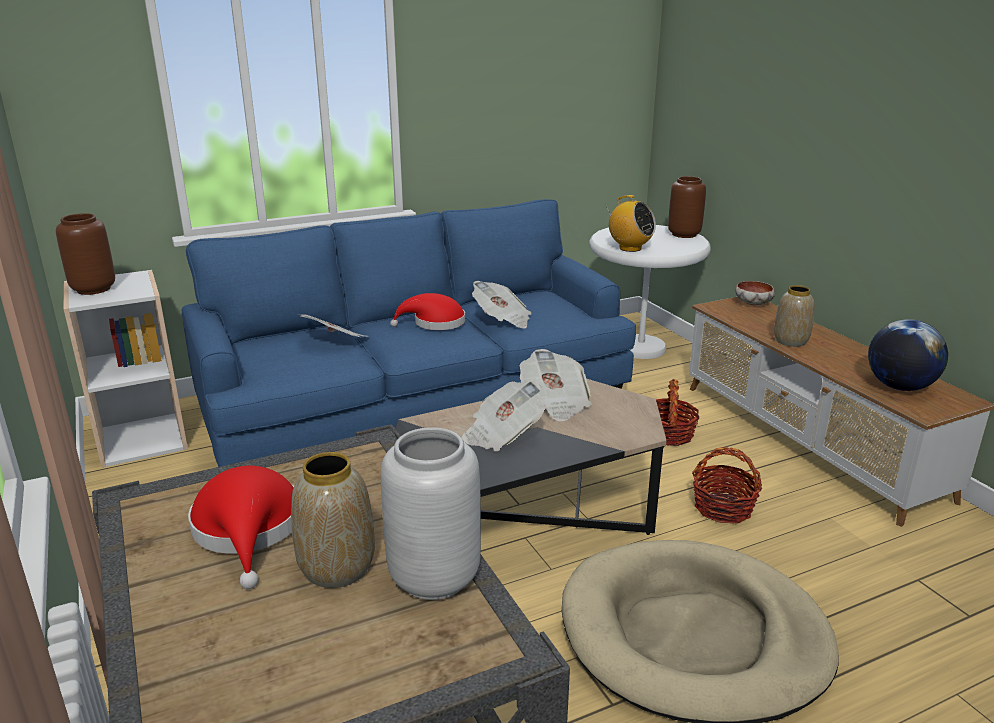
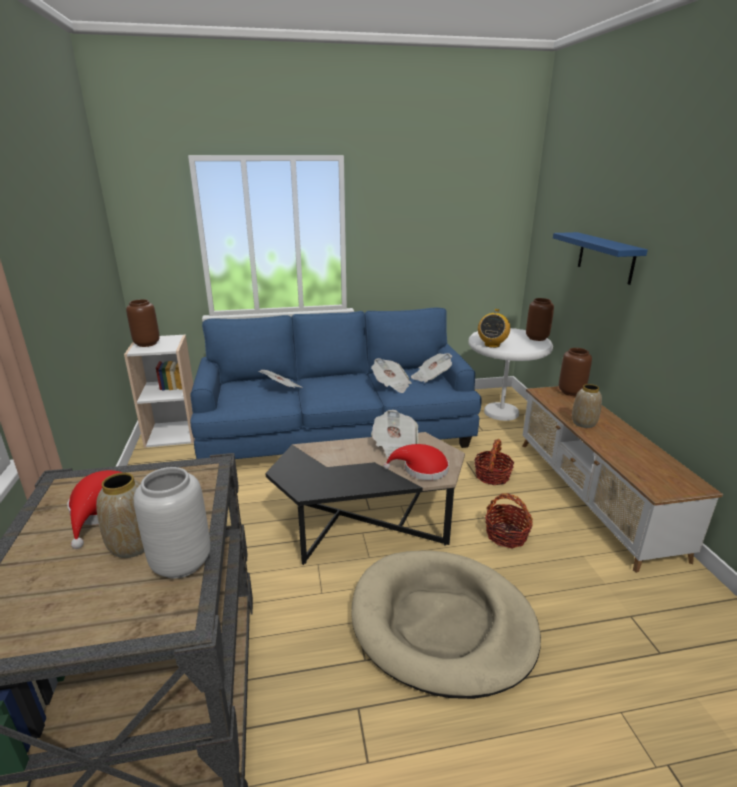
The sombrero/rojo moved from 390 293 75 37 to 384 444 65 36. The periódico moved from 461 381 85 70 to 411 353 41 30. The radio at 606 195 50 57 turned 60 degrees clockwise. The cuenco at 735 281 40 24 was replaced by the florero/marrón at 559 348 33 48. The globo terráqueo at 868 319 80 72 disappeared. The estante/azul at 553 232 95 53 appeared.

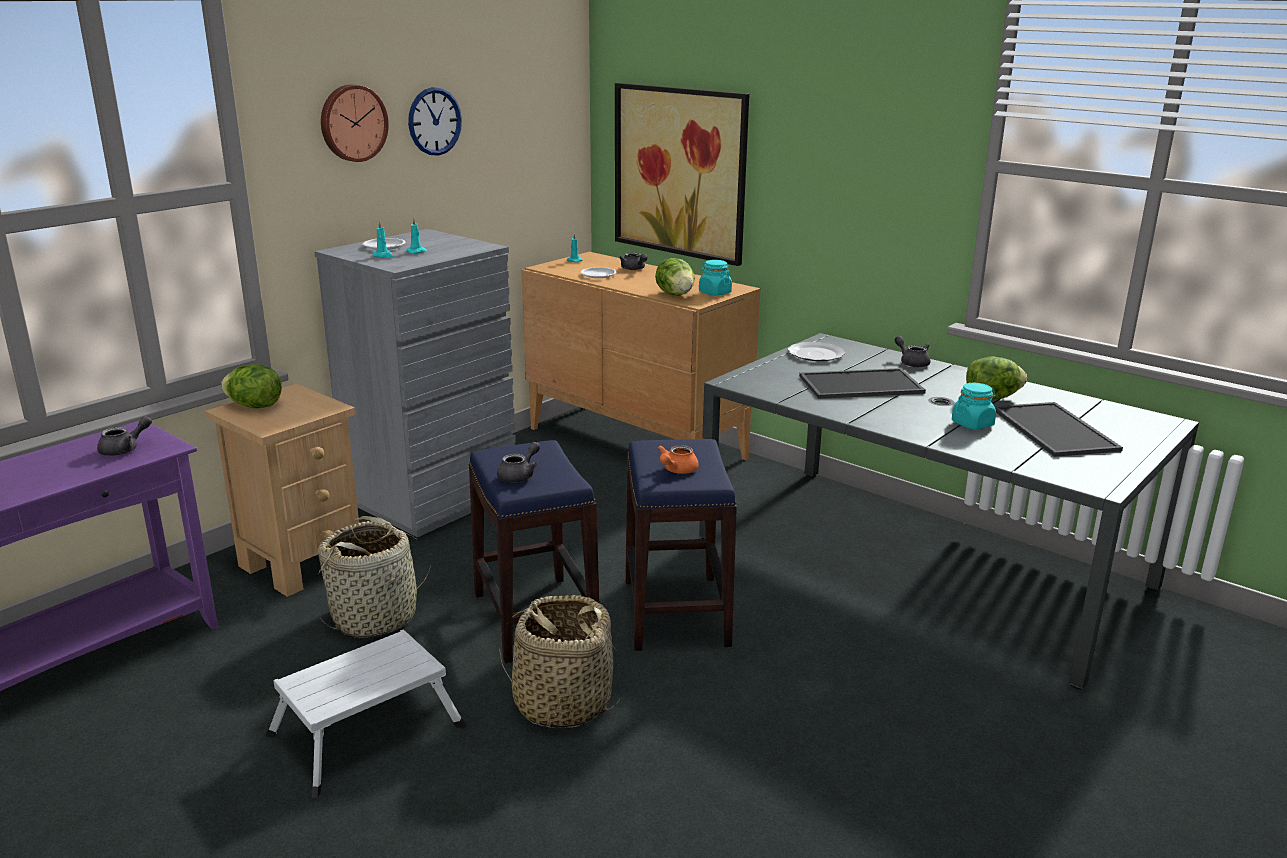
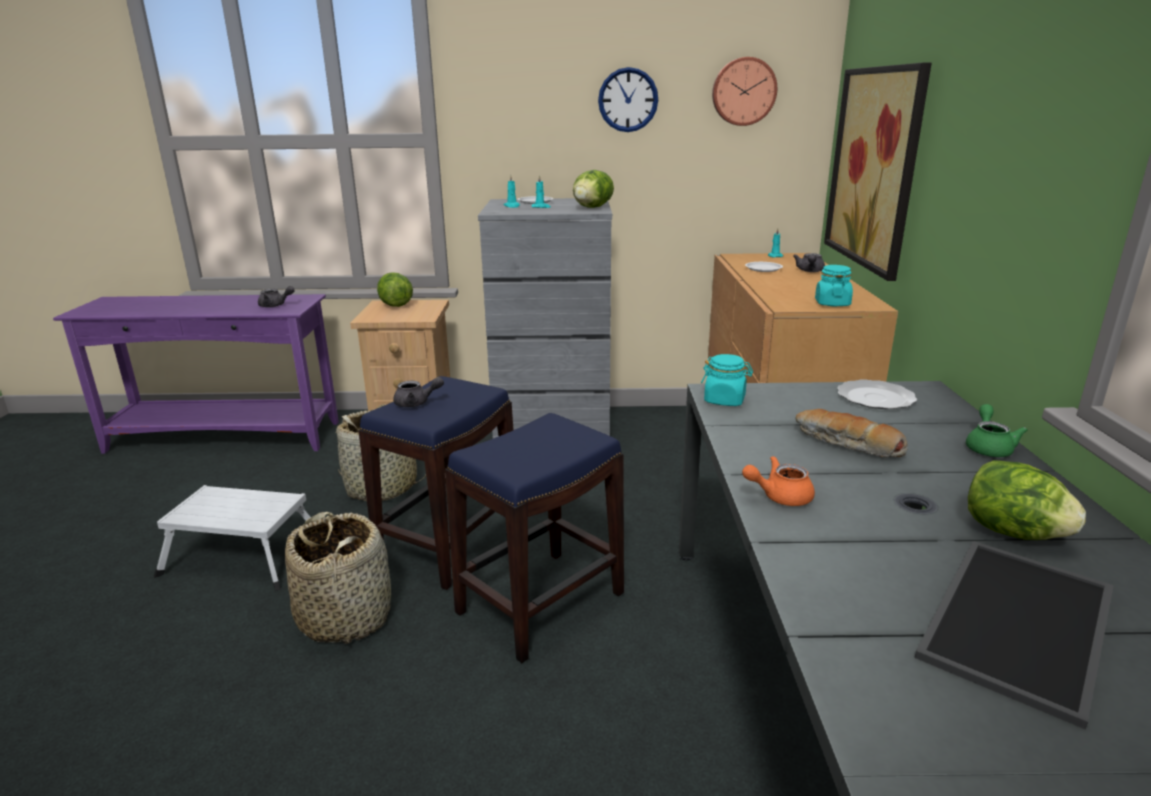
The reloj de pared moved from 321 85 68 77 to 712 57 65 69. The lechuga moved from 655 258 40 38 to 573 170 41 38. The tetera/naranja moved from 658 445 41 29 to 742 456 73 50. The bandeja at 799 368 127 31 was replaced by the pan at 796 409 112 49. The tetera/gris at 895 336 35 31 became the tetera/verde at 966 404 62 53. The tarro/turquesa moved from 952 383 44 47 to 701 354 52 52.

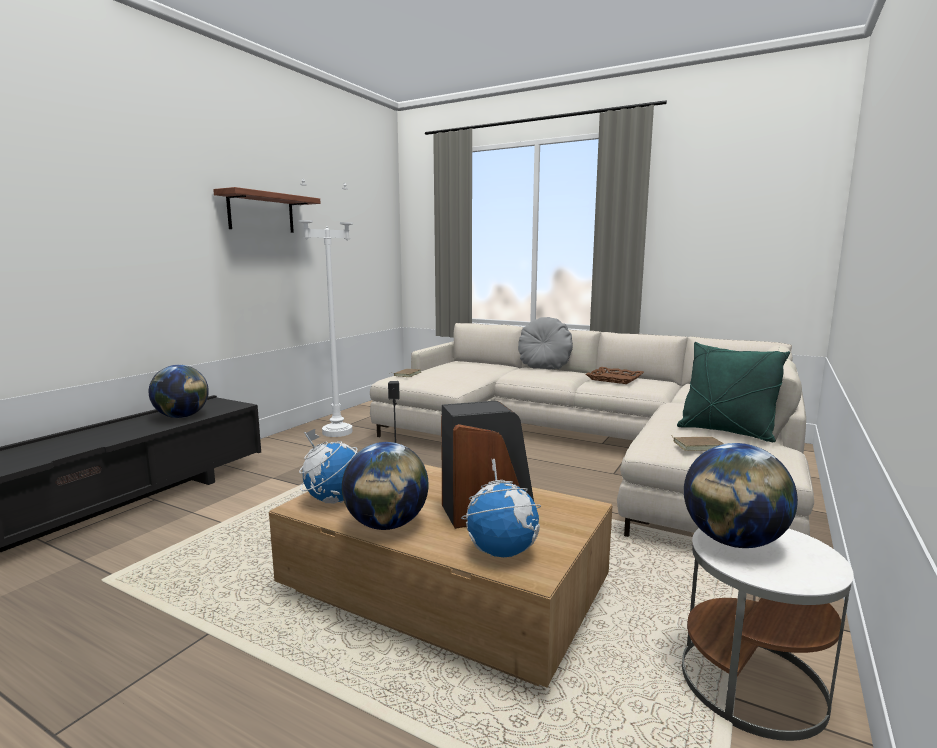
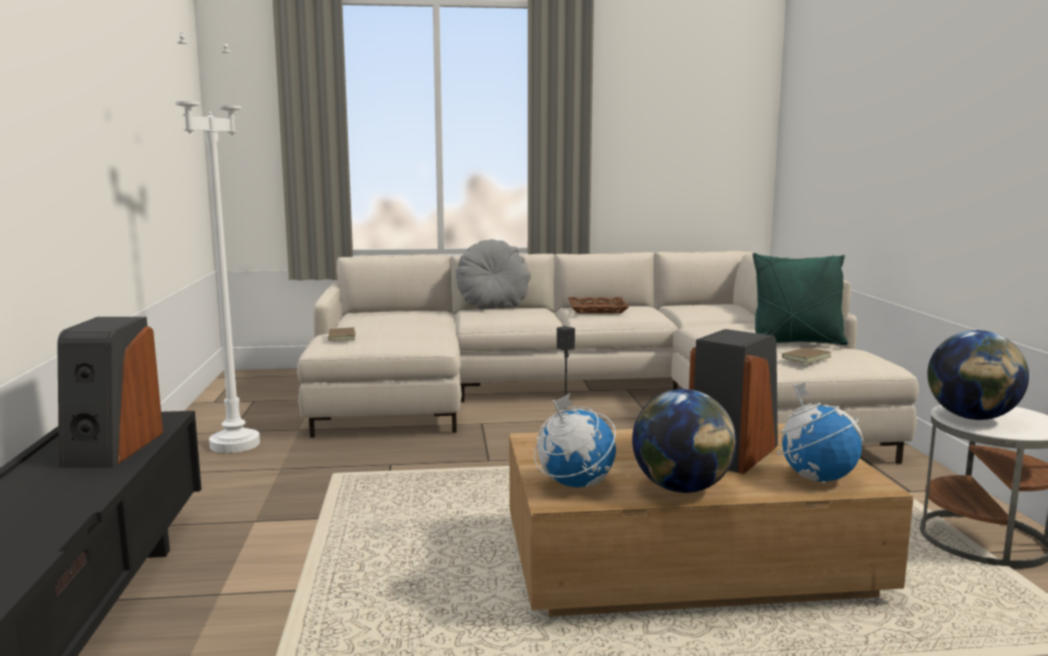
The globo terráqueo at 149 365 60 53 was replaced by the altavoz at 57 317 106 151. The estante at 213 187 108 46 disappeared.

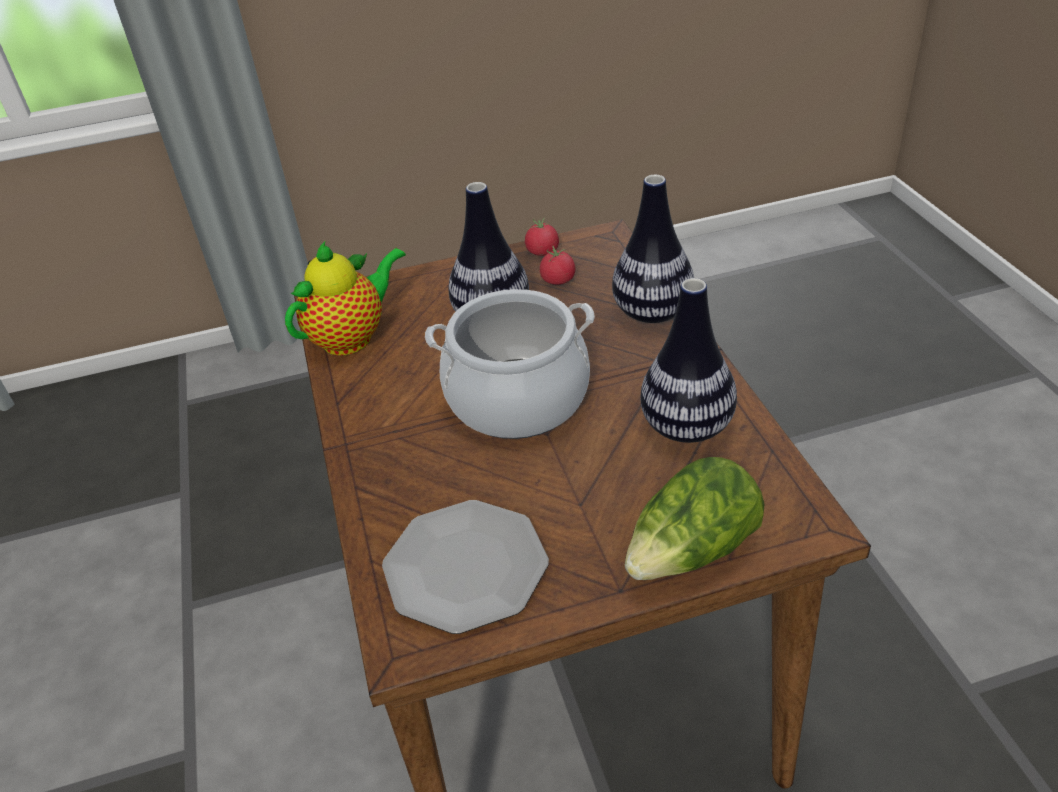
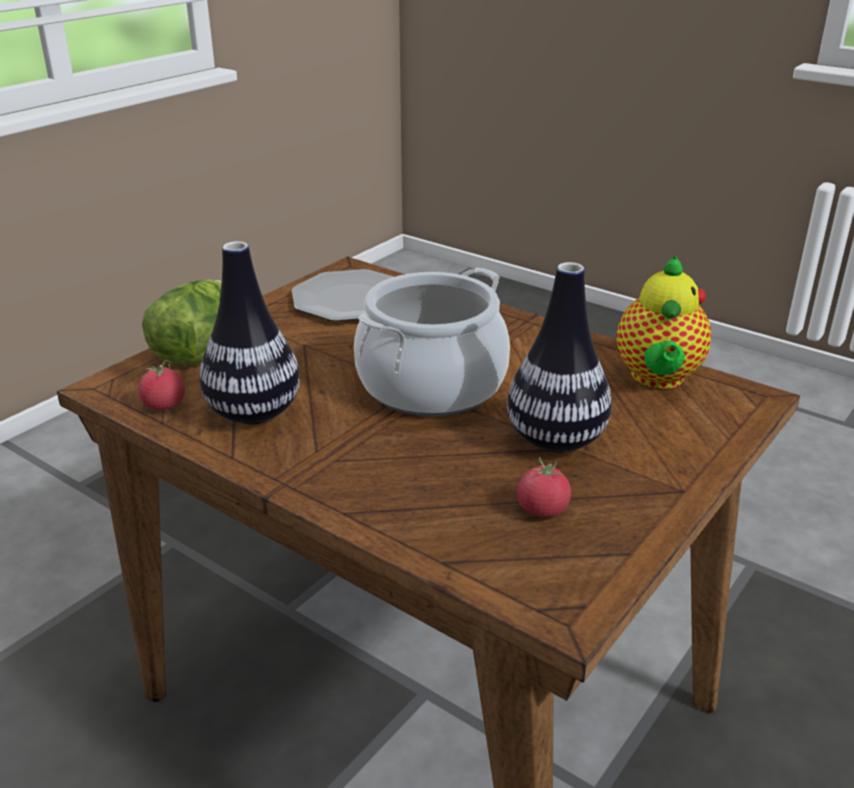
The tomate moved from 525 218 34 38 to 138 360 47 50. The florero at 612 175 82 148 disappeared.

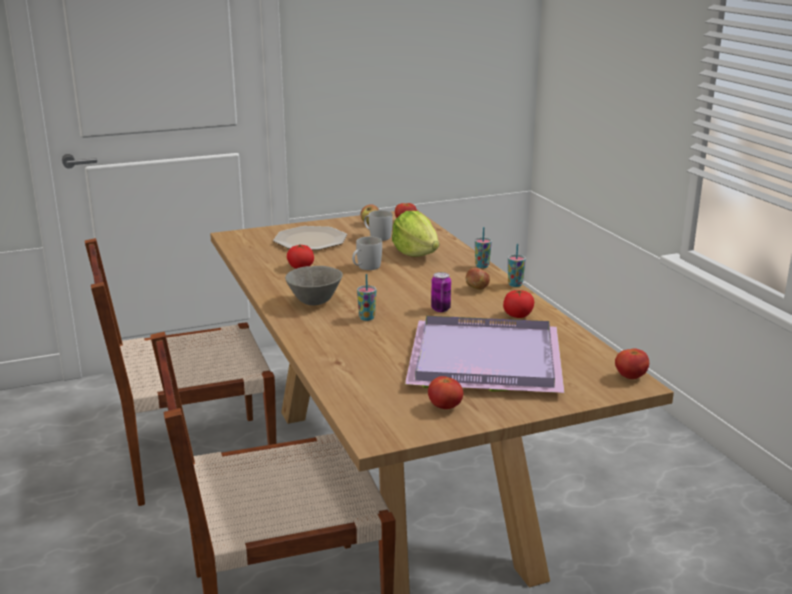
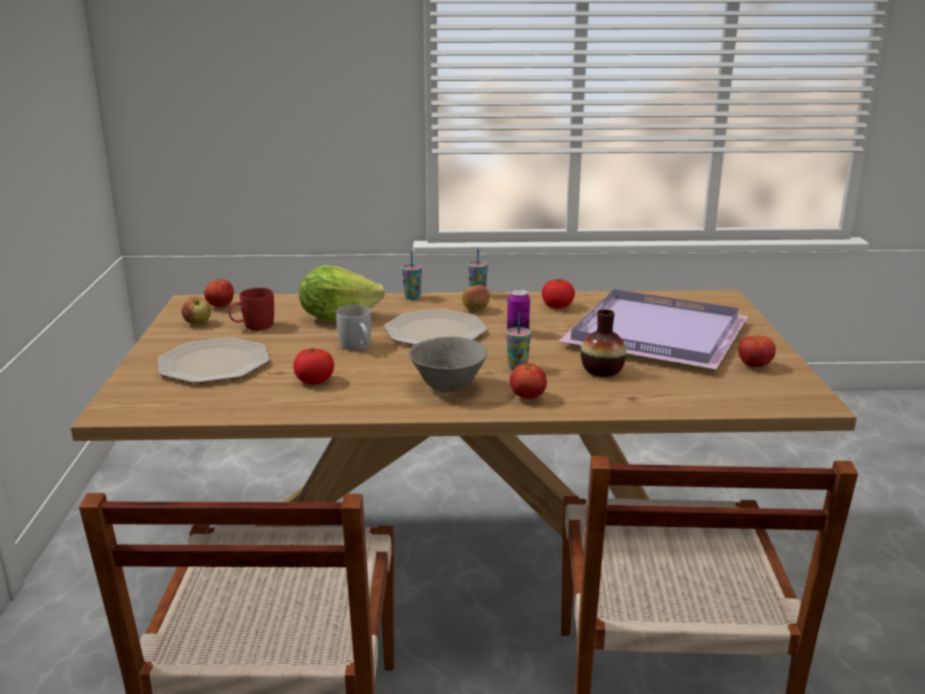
The taza grande/blanco at 364 210 29 31 became the taza grande/rojo at 228 288 46 43. The tomate moved from 615 348 34 31 to 510 363 37 36. The plato at 384 309 103 36 appeared. The florero at 581 309 45 68 appeared.

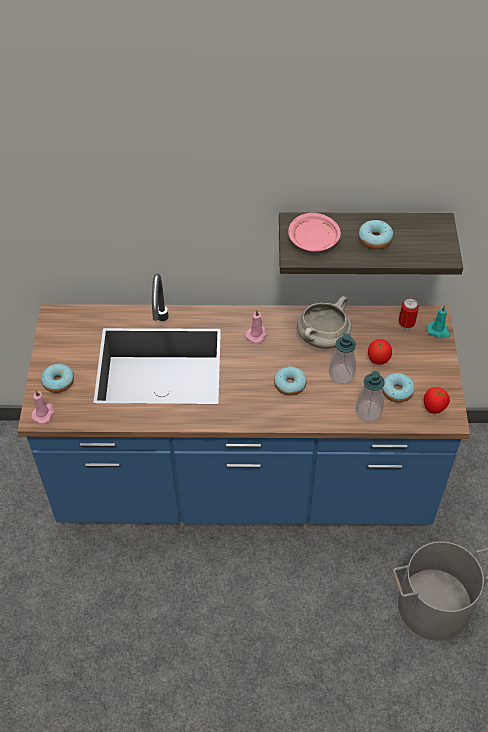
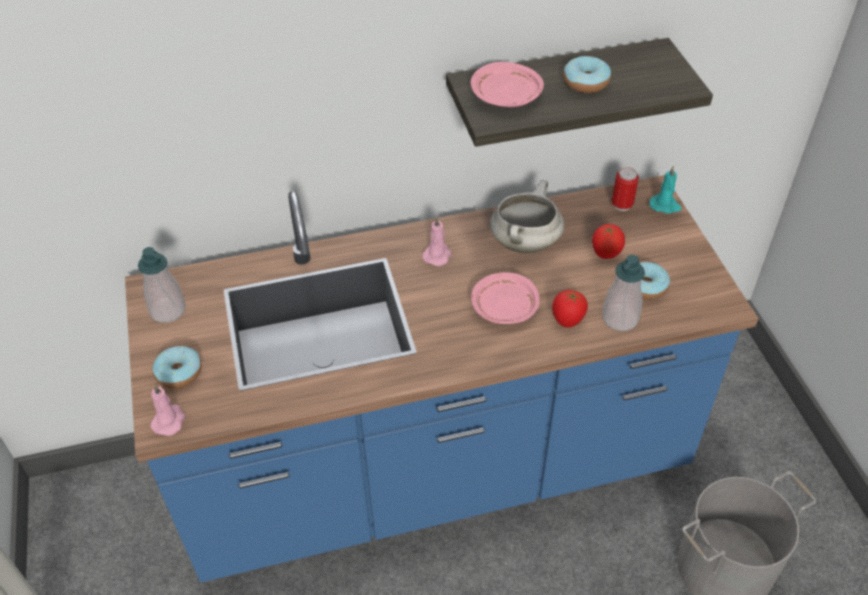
The rosquilla at 274 366 32 30 was replaced by the plato/rosa at 471 272 69 52. The dispensador de jabón moved from 329 333 27 51 to 138 247 48 76. The tomate moved from 424 387 26 27 to 552 290 36 38.

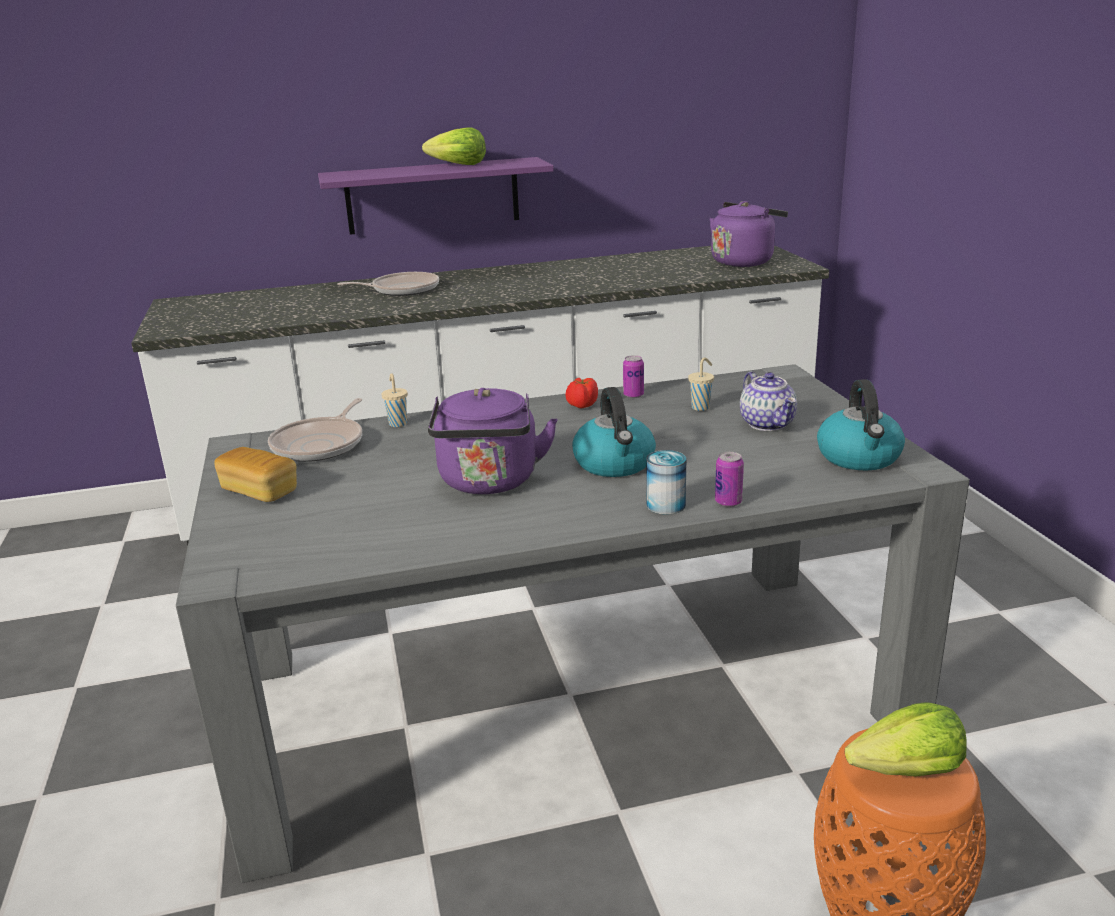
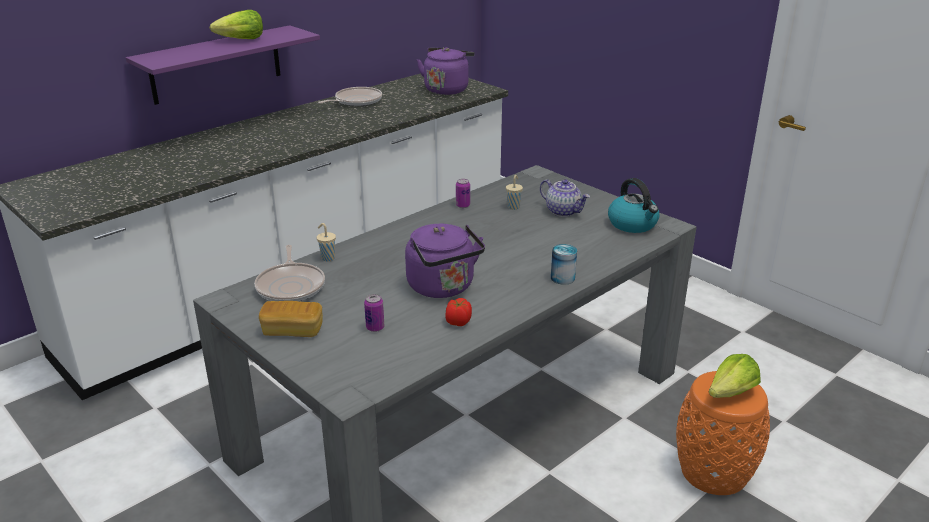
The sartén moved from 337 272 102 24 to 318 87 64 19. The tomate moved from 565 378 33 31 to 445 298 27 28. The hervidor at 572 387 84 90 disappeared. The lata moved from 715 452 29 55 to 364 294 20 38.

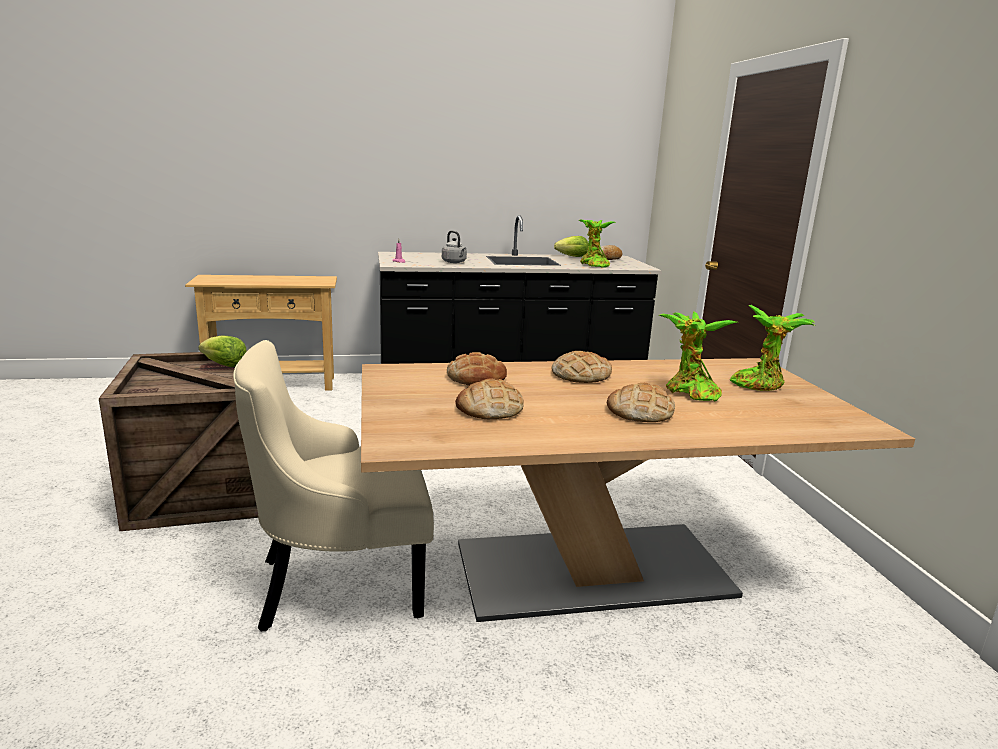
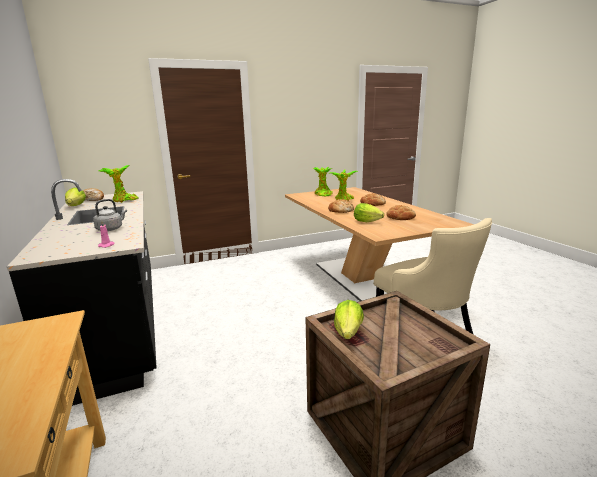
The pan at 447 352 60 33 was replaced by the lechuga at 354 203 30 19.

